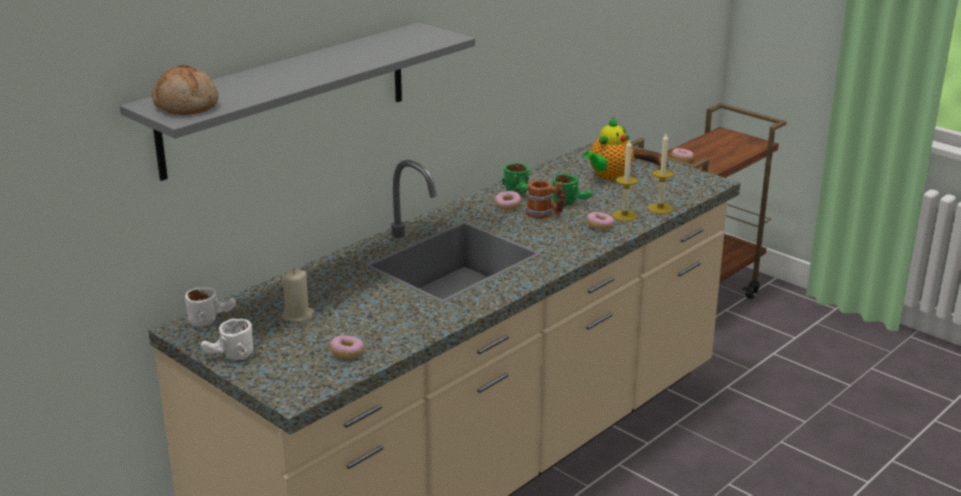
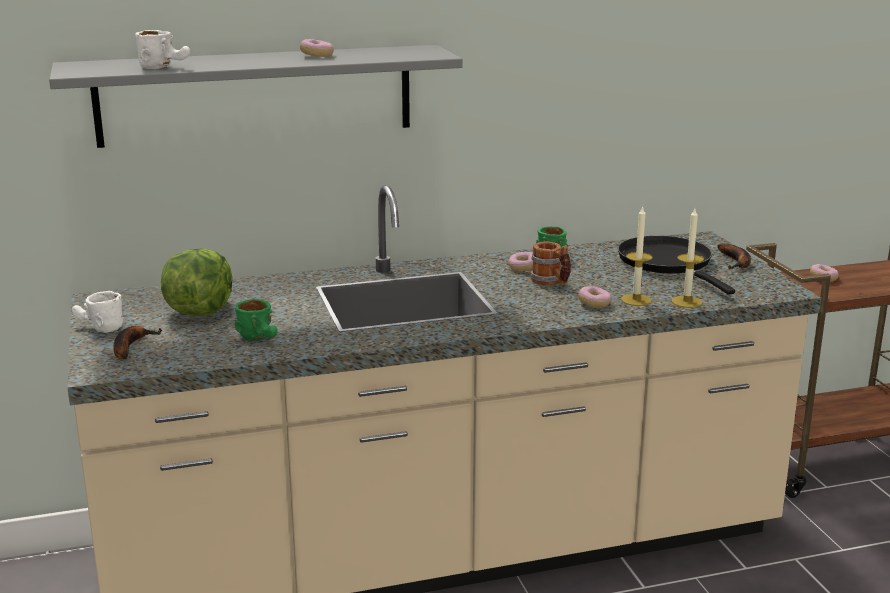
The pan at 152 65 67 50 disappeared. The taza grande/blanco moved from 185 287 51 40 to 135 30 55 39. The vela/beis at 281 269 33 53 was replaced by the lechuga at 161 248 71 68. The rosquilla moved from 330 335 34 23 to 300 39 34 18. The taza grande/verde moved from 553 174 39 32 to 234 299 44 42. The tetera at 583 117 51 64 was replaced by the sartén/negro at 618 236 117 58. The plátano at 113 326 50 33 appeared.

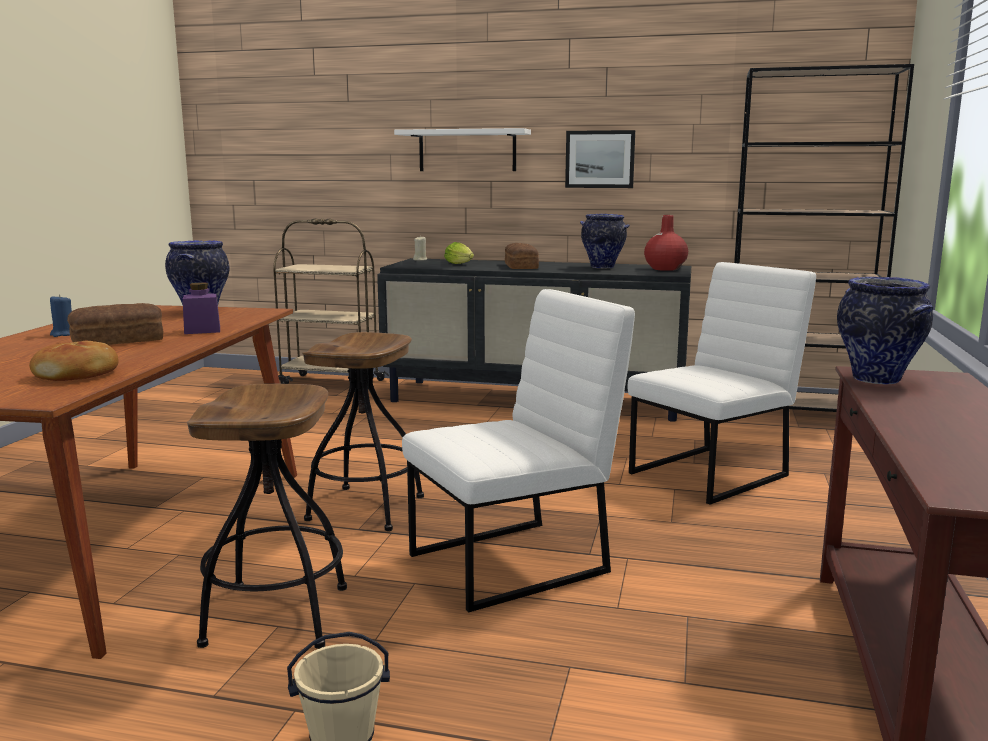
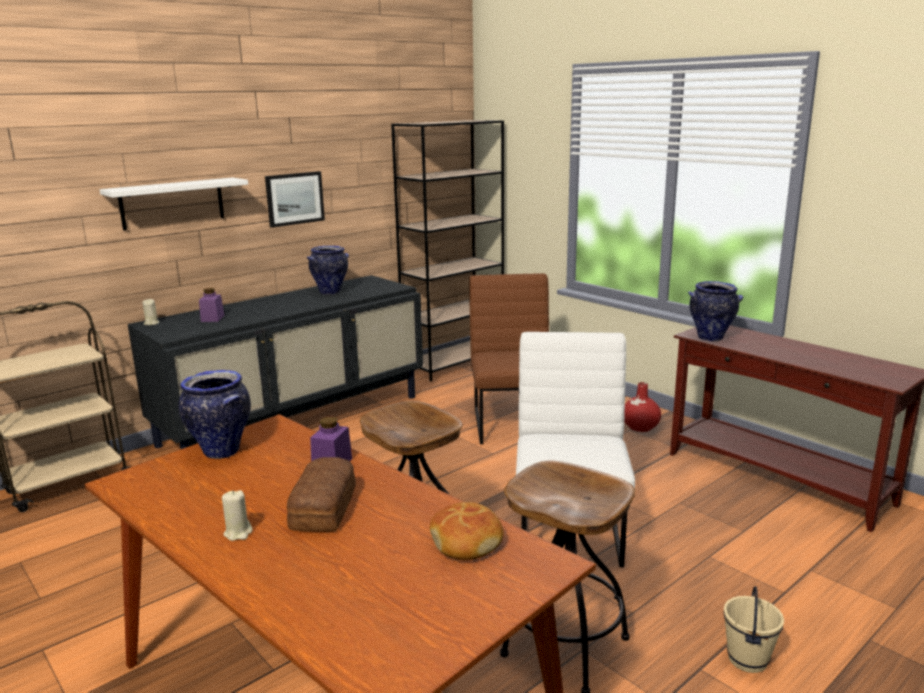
The vela/azul at 50 294 22 43 became the vela/beis at 222 490 31 51. The lechuga at 444 242 30 22 was replaced by the tarro/morado at 199 288 25 34. The pan at 505 243 34 26 disappeared. The silla/blanco at 628 262 188 243 became the silla/marrón at 469 273 80 171. The florero/rojo moved from 644 215 44 56 to 624 382 37 50.

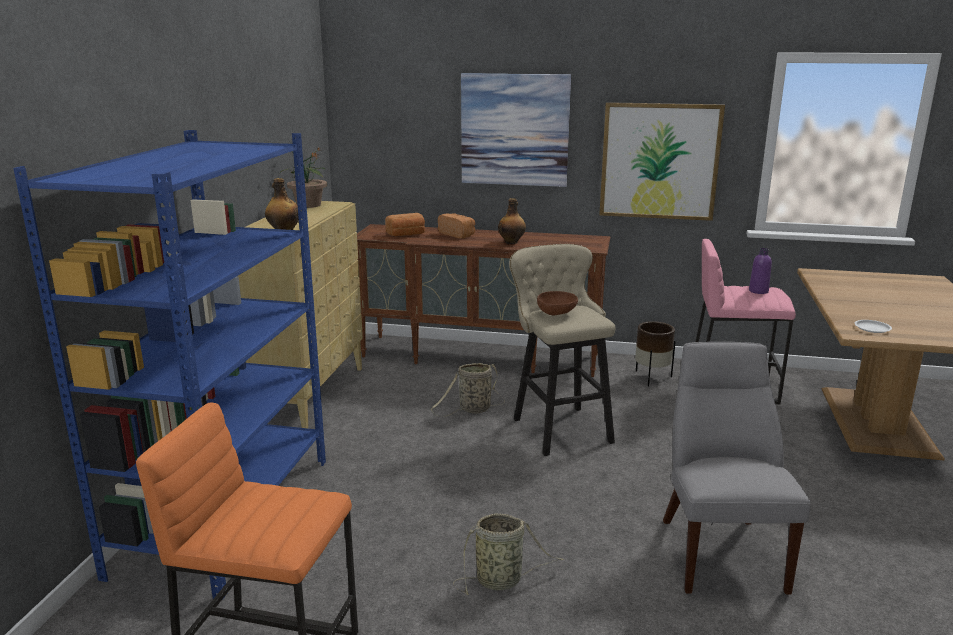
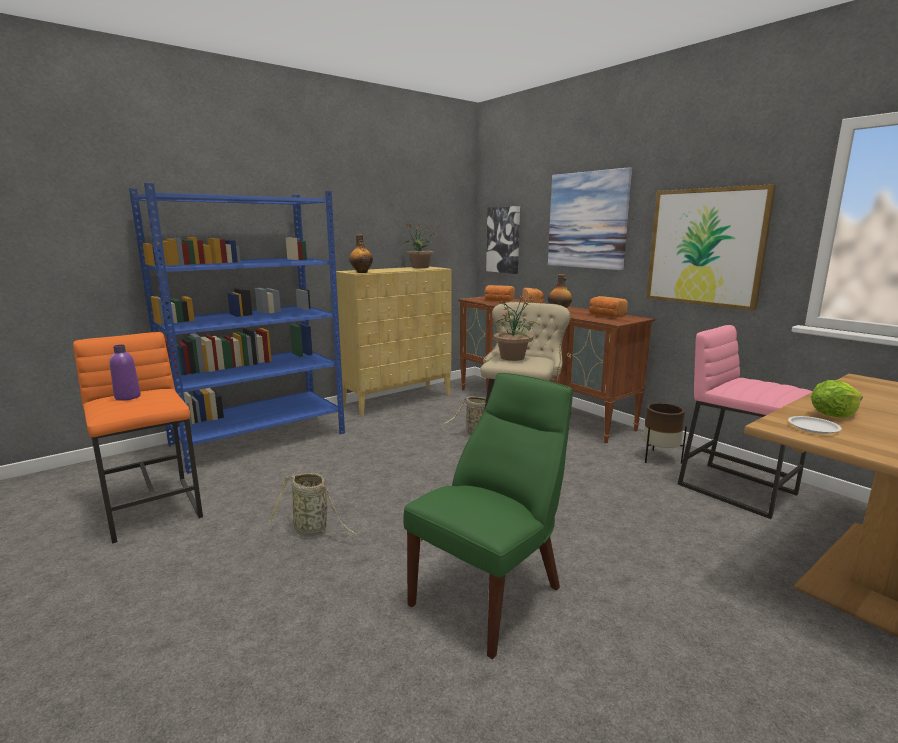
The cuenco/marrón at 537 291 41 24 was replaced by the planta en maceta at 493 295 47 66. The silla/gris at 663 342 148 253 became the silla/verde at 403 373 170 286. The botella/morado moved from 749 248 23 46 to 110 345 31 56. The cuadro at 486 206 34 68 appeared. The pan at 589 296 39 21 appeared. The lechuga at 811 380 52 38 appeared.

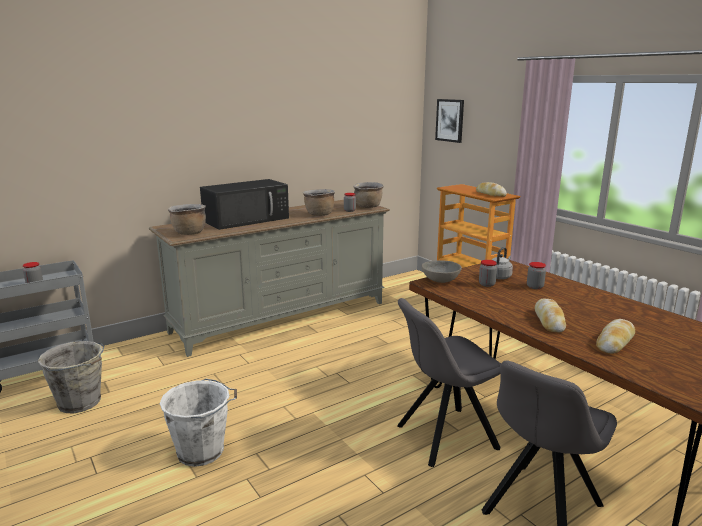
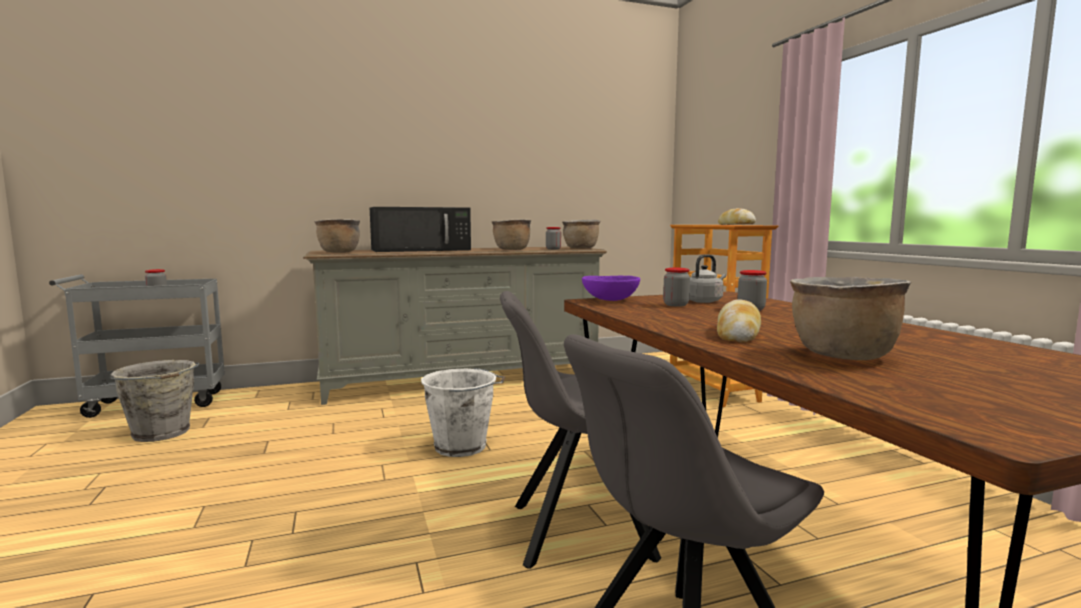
The cubo/blanco moved from 159 379 78 88 to 421 368 85 89. The cuenco/gris at 422 261 40 22 became the cuenco/morado at 582 276 58 25. The cuadro at 435 99 29 44 disappeared. The pan at 596 319 39 35 was replaced by the olla/marrón at 790 277 121 83.

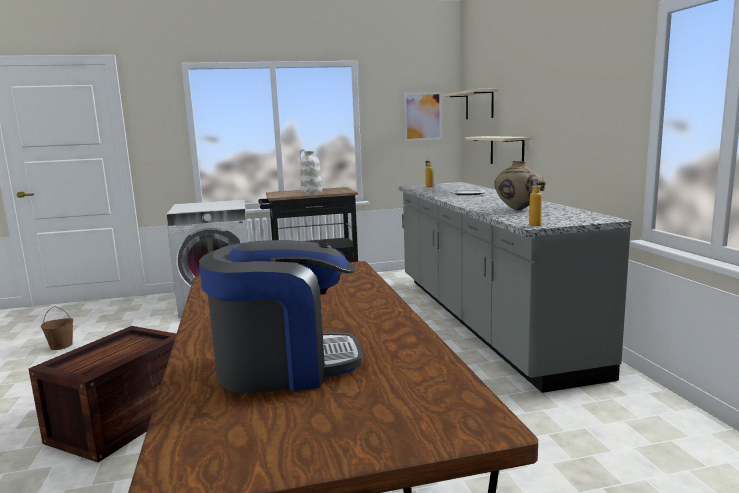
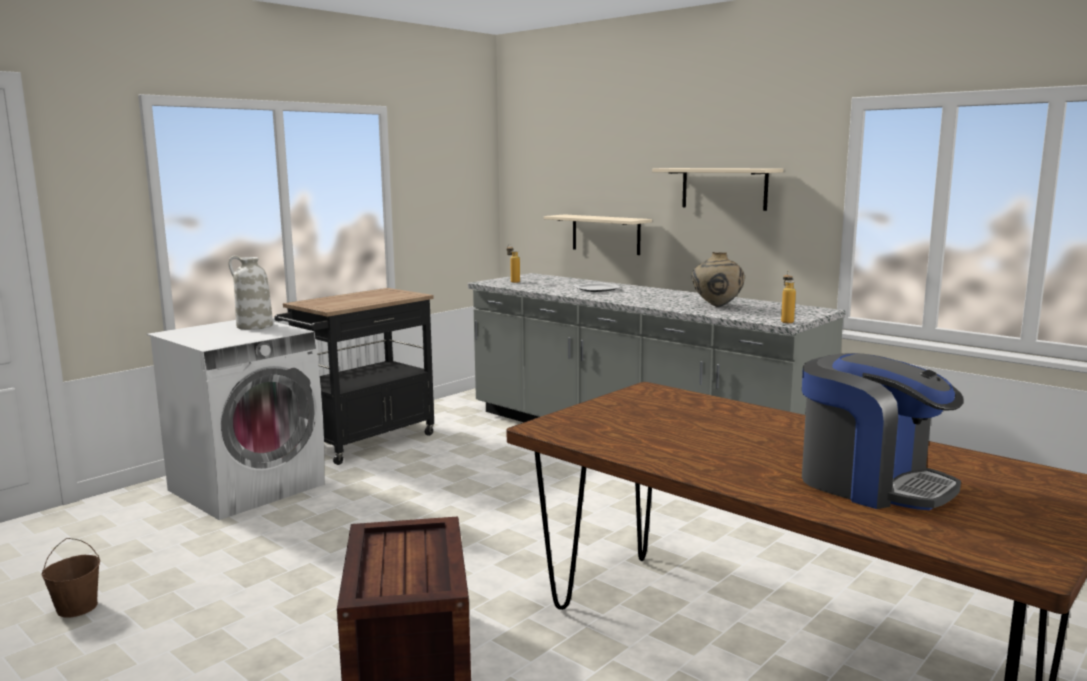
The cafetera at 199 240 164 153 turned 90 degrees clockwise. The florero/blanco moved from 299 149 23 46 to 228 255 45 75. The cuadro at 404 92 38 49 disappeared. The estante/beis moved from 442 88 56 31 to 652 168 131 43.

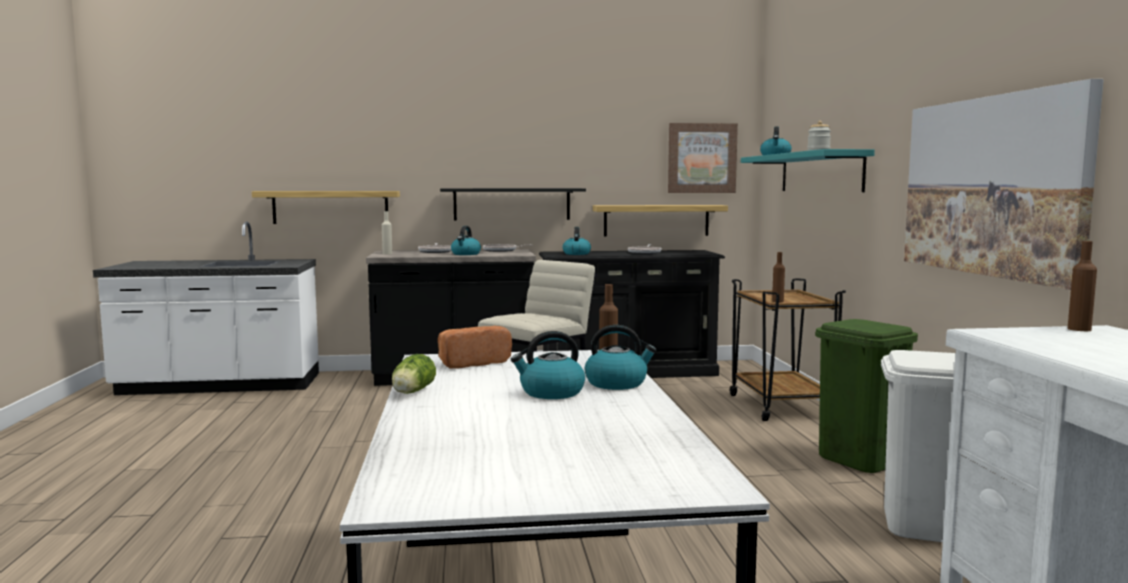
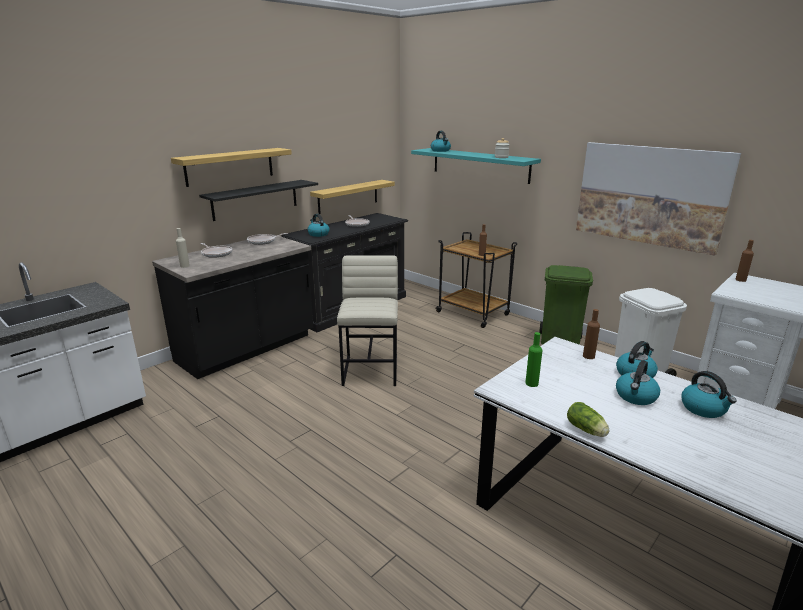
The estante moved from 252 191 148 33 to 171 148 121 39. The pan at 438 326 74 43 was replaced by the botella/verde at 525 332 17 55. The hervidor moved from 451 226 30 29 to 681 371 56 47. The cuadro at 668 123 70 70 disappeared.

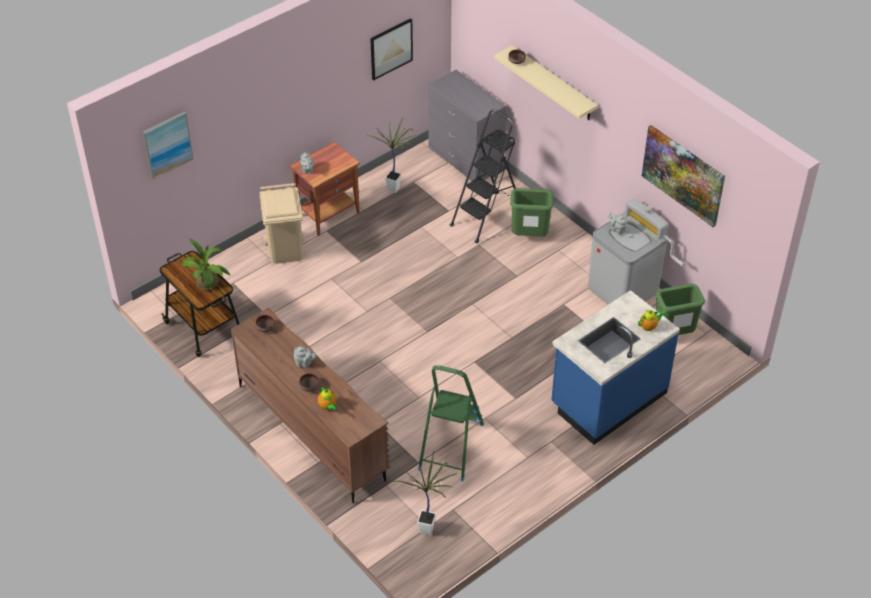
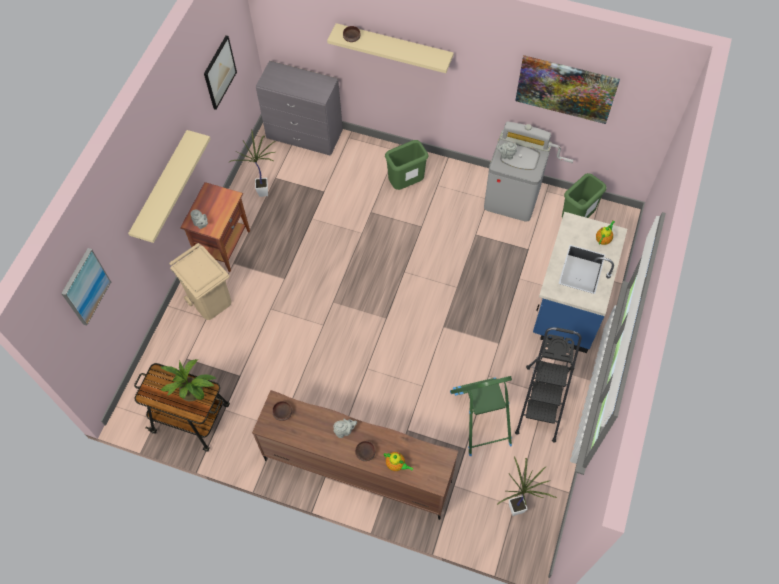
The escalera de tijera moved from 450 109 66 134 to 515 327 67 115. The estante/beis at 128 130 82 113 appeared.

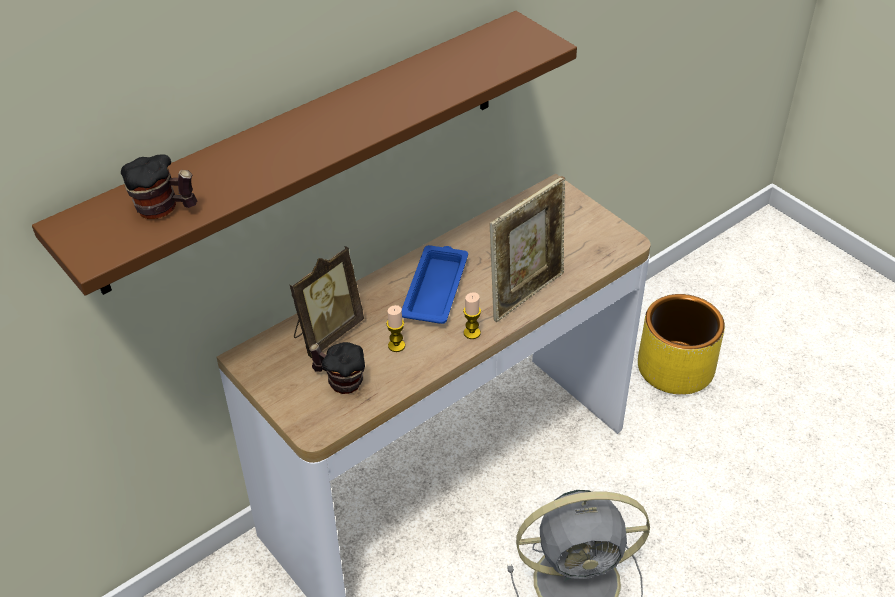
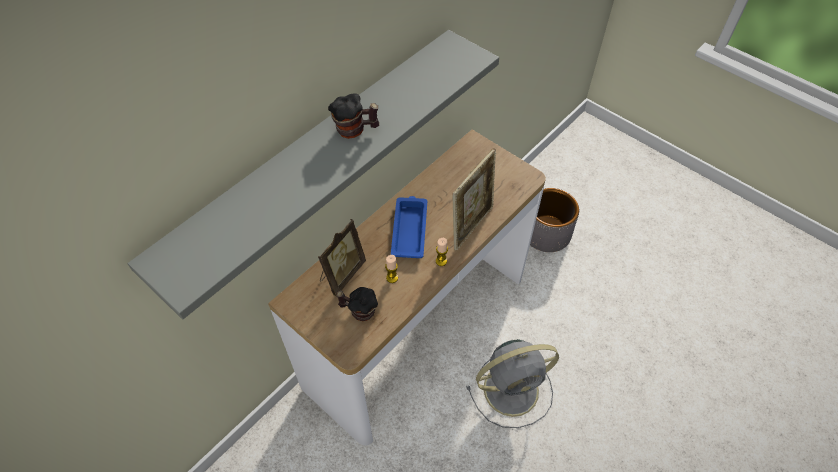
The estante/marrón at 32 11 545 285 became the estante/gris at 128 30 371 289. The taza grande moved from 121 154 76 65 to 328 94 51 45. The maceta/amarillo at 638 294 87 101 became the maceta/gris at 530 188 49 64.

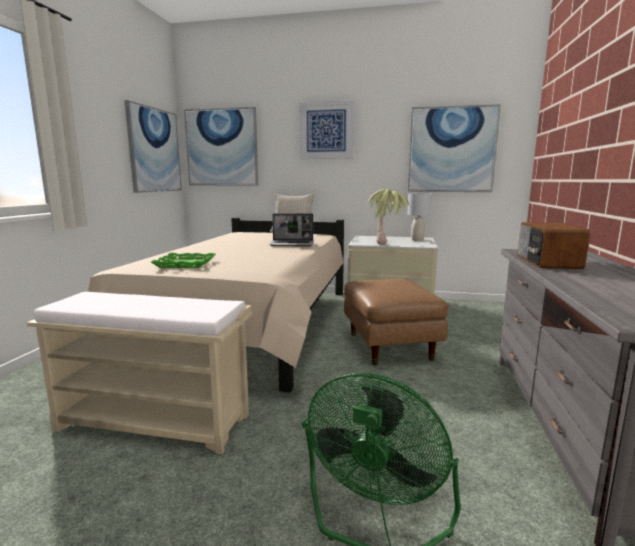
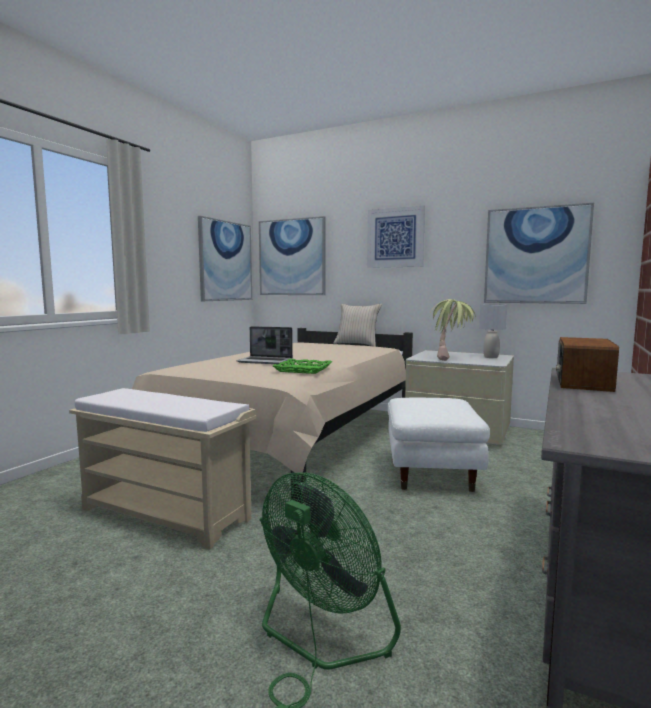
The bandeja/verde moved from 151 253 65 15 to 273 359 60 15. The portátil moved from 269 213 44 33 to 236 326 57 38. The puf/marrón at 344 279 104 87 became the puf/blanco at 388 398 102 94.

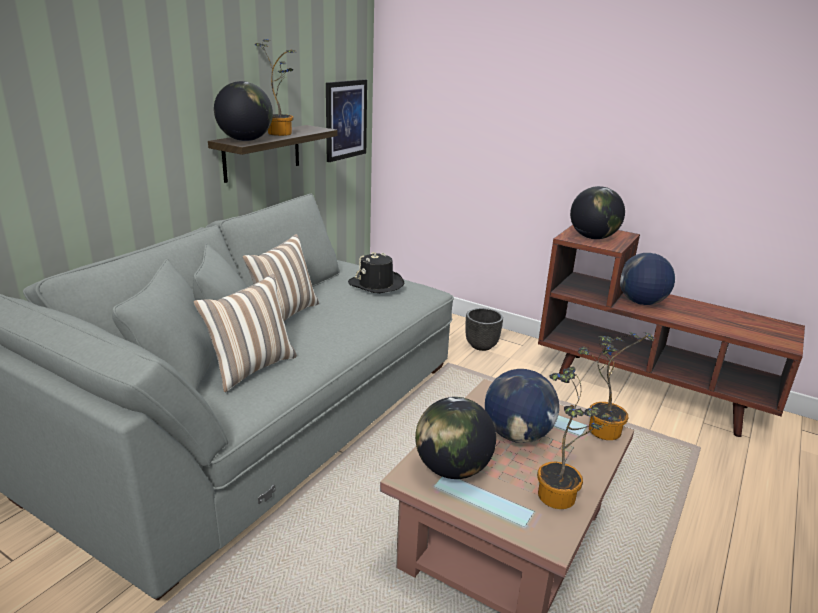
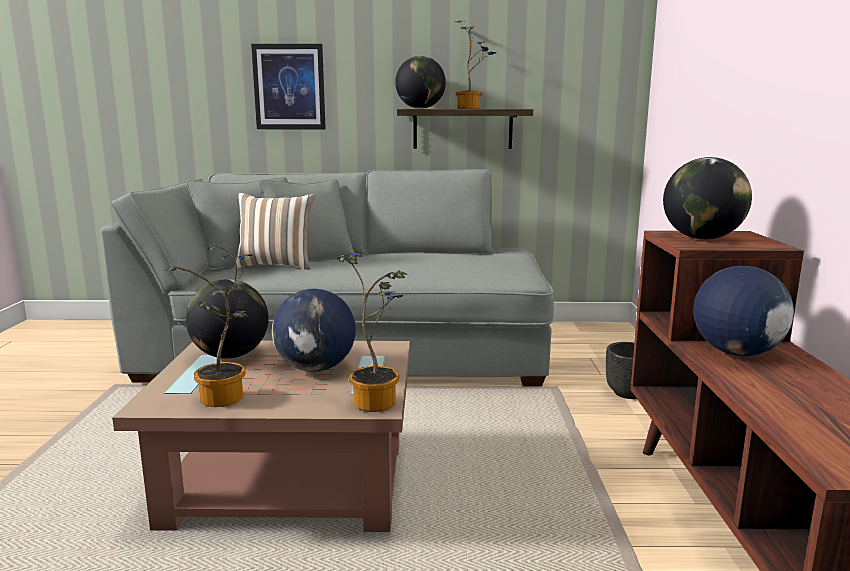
The cojín at 243 234 76 87 disappeared. The cuadro moved from 326 79 41 83 to 251 44 75 85. The sombrero/negro at 348 252 56 41 disappeared.

